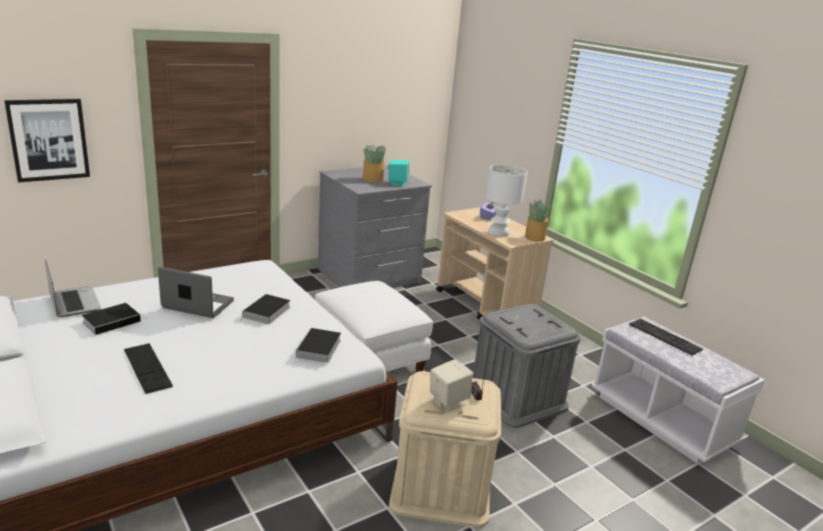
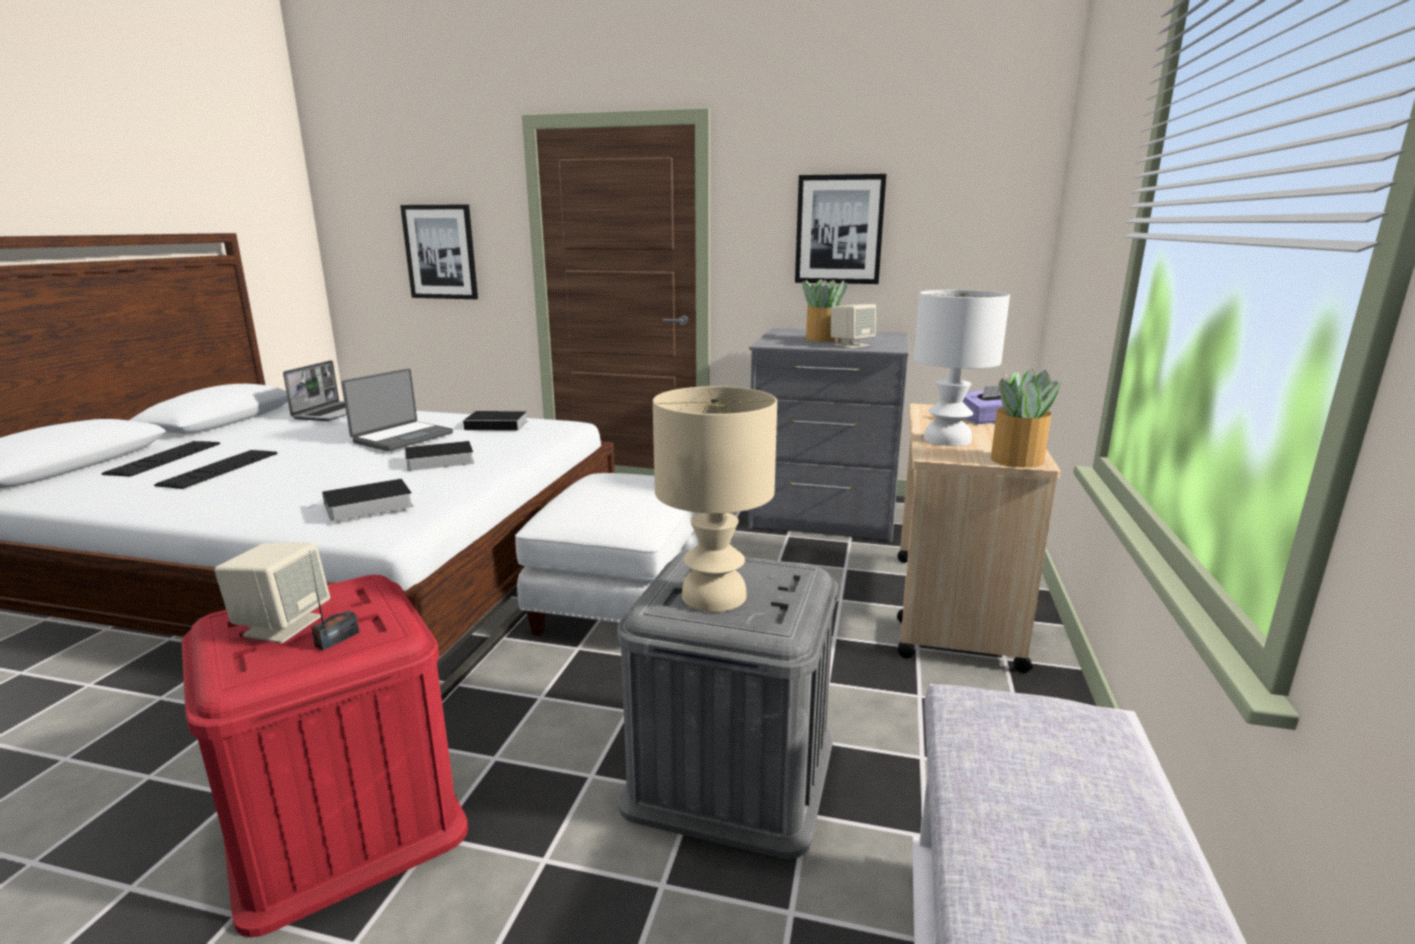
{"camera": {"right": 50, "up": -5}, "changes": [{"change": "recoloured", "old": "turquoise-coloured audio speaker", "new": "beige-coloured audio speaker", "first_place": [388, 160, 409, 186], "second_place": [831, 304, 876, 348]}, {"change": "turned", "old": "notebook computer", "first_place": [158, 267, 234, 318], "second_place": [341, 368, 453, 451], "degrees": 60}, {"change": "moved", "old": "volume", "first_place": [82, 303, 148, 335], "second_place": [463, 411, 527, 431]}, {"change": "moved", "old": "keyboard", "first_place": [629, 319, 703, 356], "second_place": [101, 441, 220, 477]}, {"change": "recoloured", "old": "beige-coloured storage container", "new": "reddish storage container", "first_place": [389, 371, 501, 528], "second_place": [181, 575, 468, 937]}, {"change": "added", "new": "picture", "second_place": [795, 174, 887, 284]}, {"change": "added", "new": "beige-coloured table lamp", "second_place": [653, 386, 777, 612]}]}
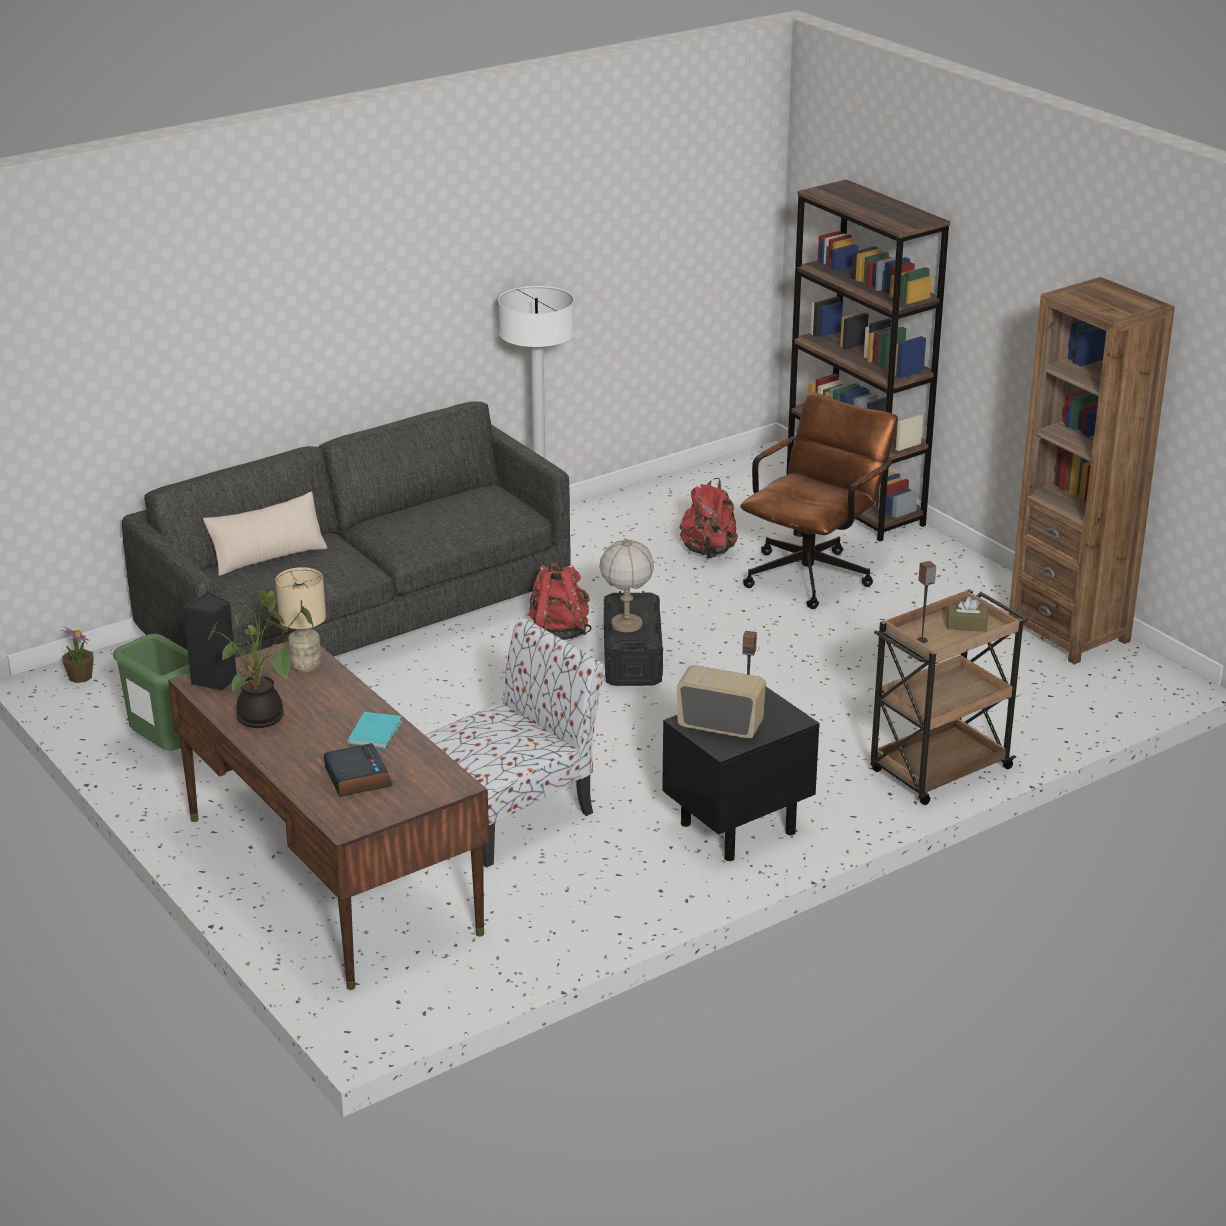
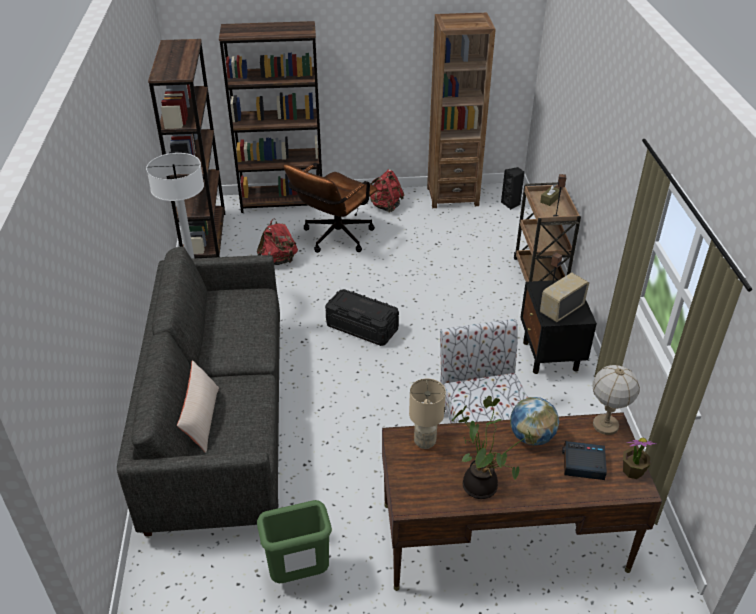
{"camera": {"right": -60, "up": 10}, "changes": [{"change": "turned", "old": "brownish computer chair", "first_place": [740, 392, 898, 609], "second_place": [283, 163, 377, 253], "degrees": -120}, {"change": "moved", "old": "table lamp", "first_place": [599, 539, 654, 632], "second_place": [593, 365, 640, 435]}, {"change": "moved", "old": "reddish backpack", "first_place": [528, 563, 591, 640], "second_place": [370, 169, 404, 212]}, {"change": "moved", "old": "blackish audio speaker", "first_place": [183, 592, 237, 691], "second_place": [501, 167, 525, 210]}, {"change": "moved", "old": "plant in a pot", "first_place": [62, 626, 94, 683], "second_place": [623, 438, 656, 479]}, {"change": "replaced", "old": "turquoise-coloured volume", "new": "globe", "first_place": [348, 712, 402, 749], "second_place": [510, 397, 559, 445]}, {"change": "added", "new": "brownish bookcase", "second_place": [148, 39, 225, 258]}]}
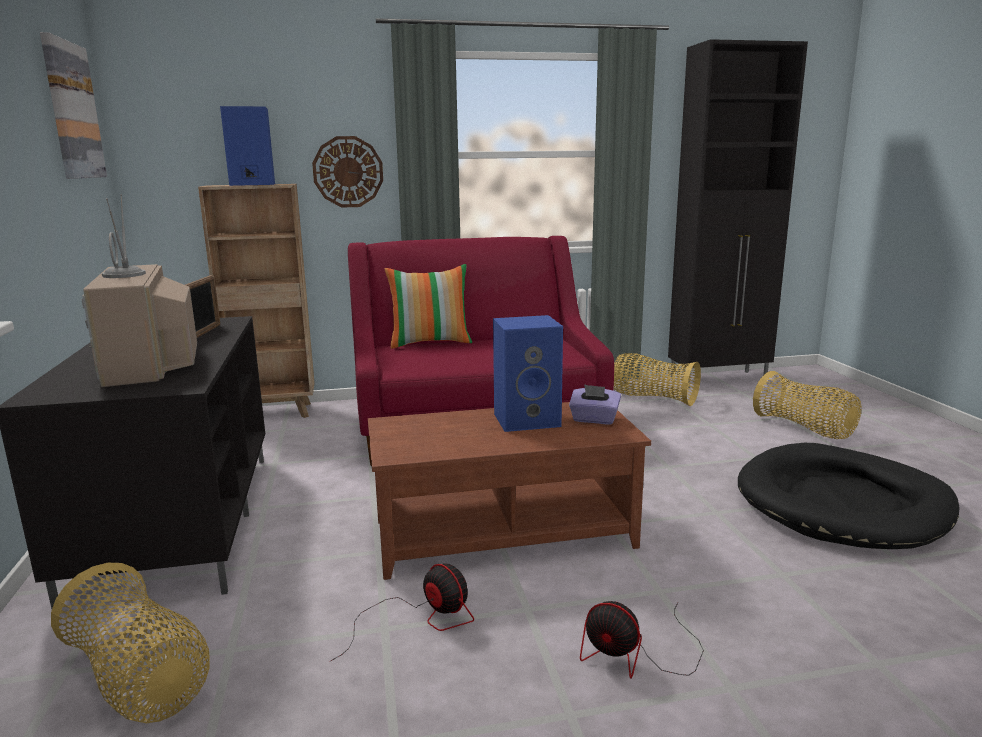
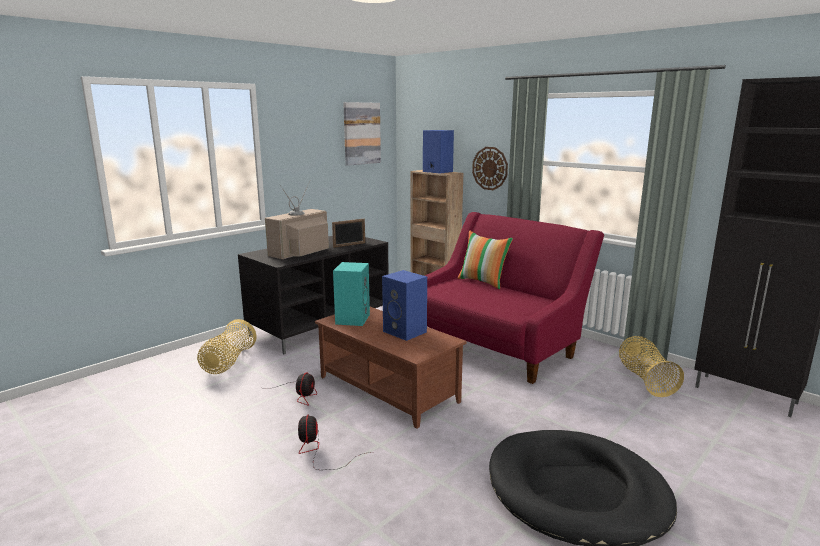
{"camera": {"right": 55, "up": 0}, "changes": [{"change": "removed", "old": "household basket", "first_place": [753, 371, 862, 439]}, {"change": "removed", "old": "purplish box of tissues", "first_place": [569, 384, 621, 424]}, {"change": "added", "new": "turquoise-coloured audio speaker", "second_place": [333, 262, 370, 326]}]}
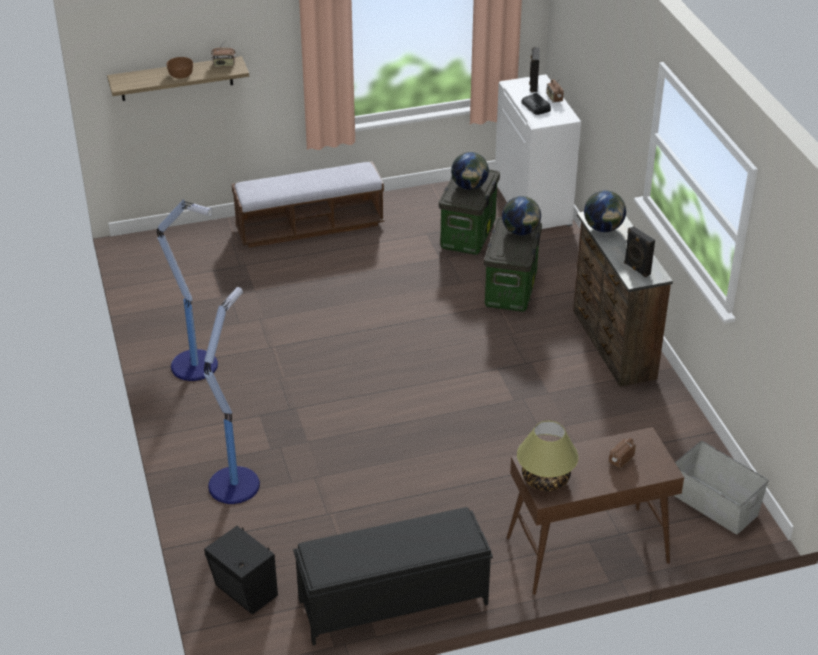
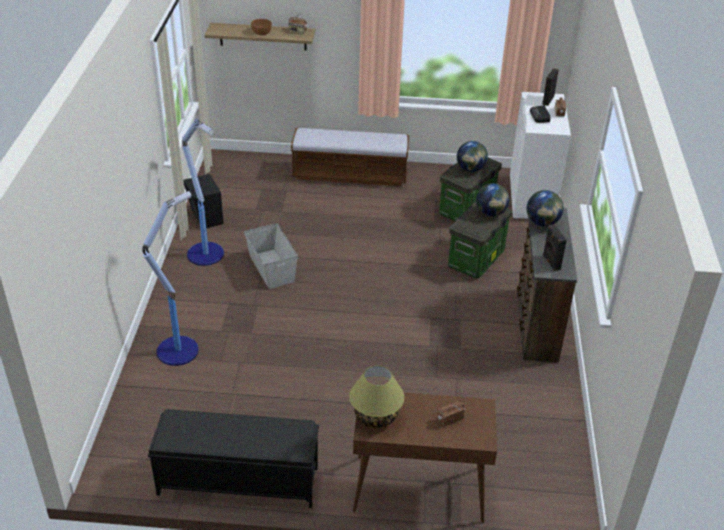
{"camera": {"right": 20, "up": 0}, "changes": [{"change": "moved", "old": "grey storage container", "first_place": [673, 441, 769, 535], "second_place": [244, 223, 298, 289]}, {"change": "moved", "old": "blackish audio speaker", "first_place": [204, 526, 278, 615], "second_place": [183, 174, 224, 228]}]}
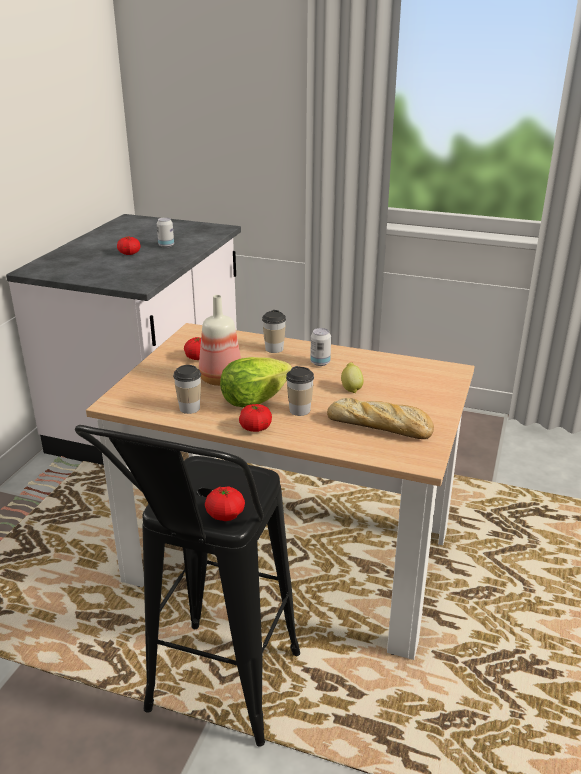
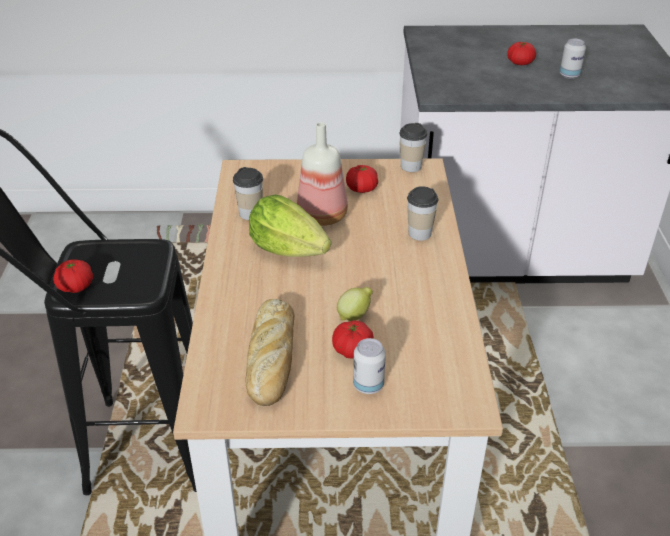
{"camera": {"right": 70, "up": 10}, "changes": [{"change": "moved", "old": "metal can", "first_place": [310, 328, 331, 366], "second_place": [353, 338, 386, 394]}, {"change": "moved", "old": "drinking cup", "first_place": [286, 366, 314, 416], "second_place": [399, 123, 427, 172]}, {"change": "moved", "old": "fresh tomato", "first_place": [239, 404, 272, 432], "second_place": [332, 320, 374, 359]}]}
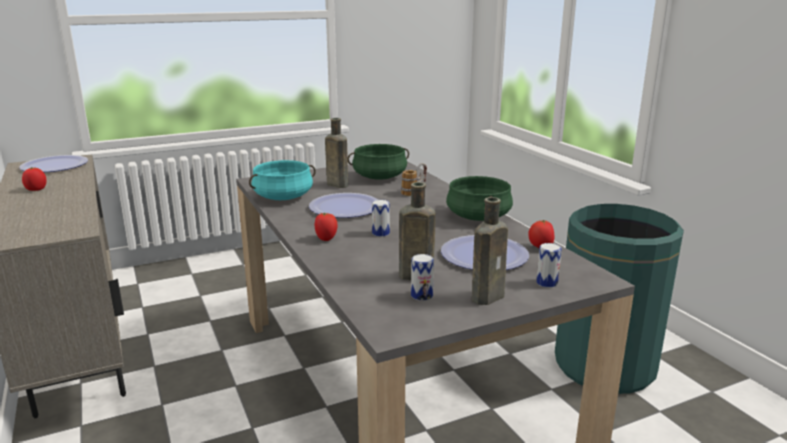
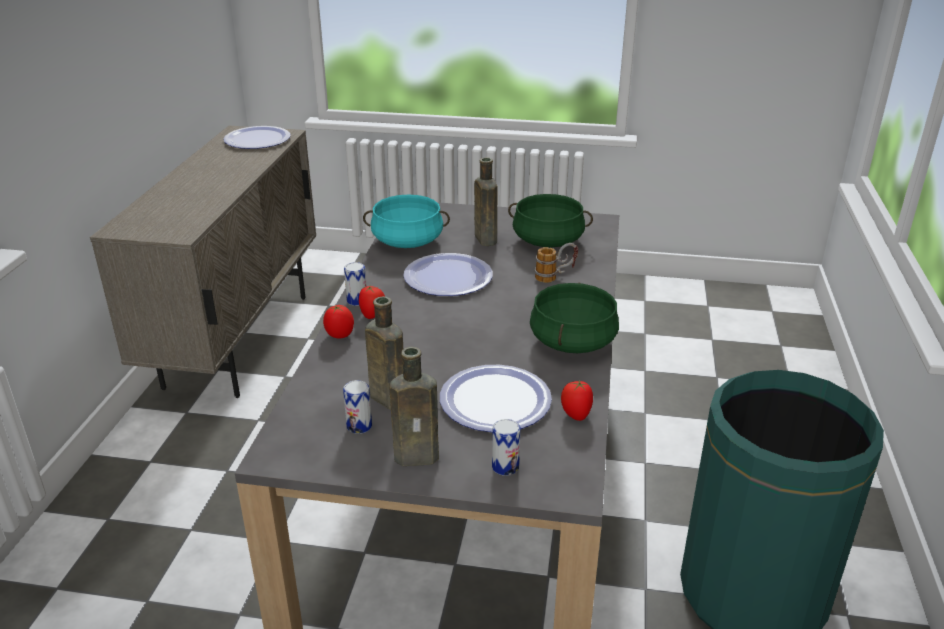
{"camera": {"right": 35, "up": 10}, "changes": [{"change": "moved", "old": "fresh tomato", "first_place": [22, 167, 47, 191], "second_place": [323, 305, 354, 338]}, {"change": "moved", "old": "metal can", "first_place": [372, 199, 390, 237], "second_place": [344, 262, 367, 306]}]}
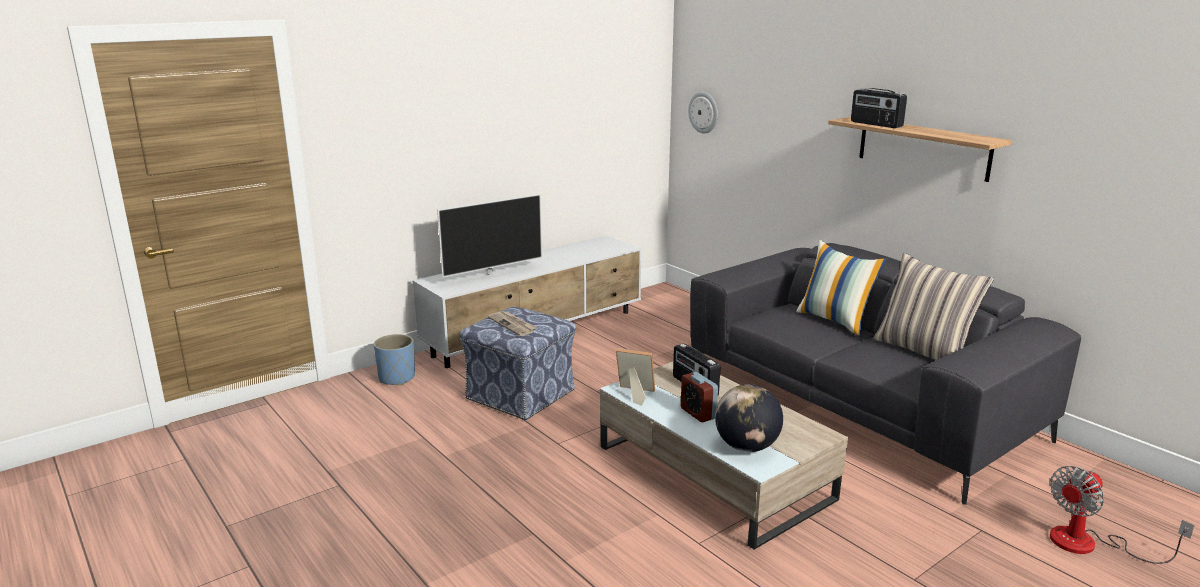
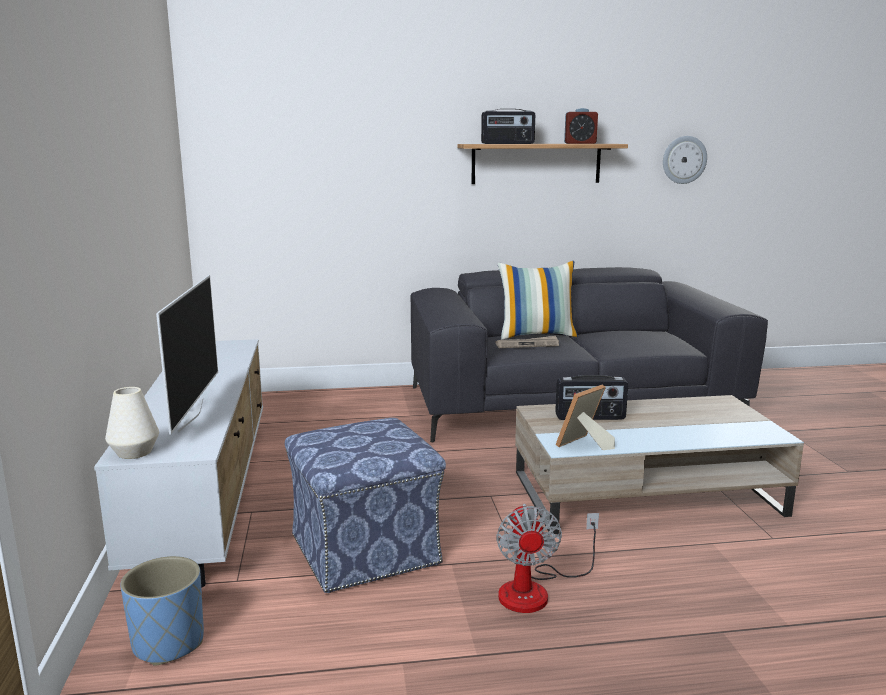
{"camera": {"right": -60, "up": -5}, "changes": [{"change": "moved", "old": "clock on the wall", "first_place": [688, 92, 718, 133], "second_place": [663, 136, 707, 184]}, {"change": "removed", "old": "pillow", "first_place": [873, 253, 994, 360]}, {"change": "moved", "old": "daily paper", "first_place": [488, 311, 537, 336], "second_place": [496, 336, 559, 348]}, {"change": "moved", "old": "bedside clock", "first_place": [681, 372, 718, 422], "second_place": [564, 108, 598, 144]}, {"change": "removed", "old": "globe", "first_place": [715, 384, 783, 452]}, {"change": "moved", "old": "fan", "first_place": [1050, 466, 1194, 564], "second_place": [496, 504, 599, 613]}, {"change": "added", "new": "whitish vase", "second_place": [105, 387, 159, 459]}]}
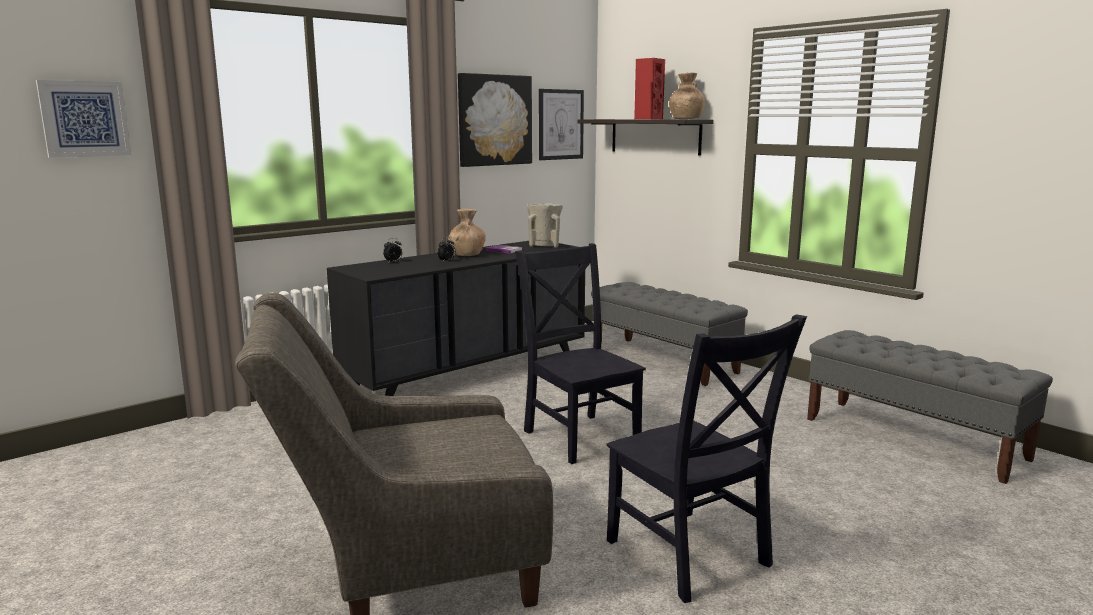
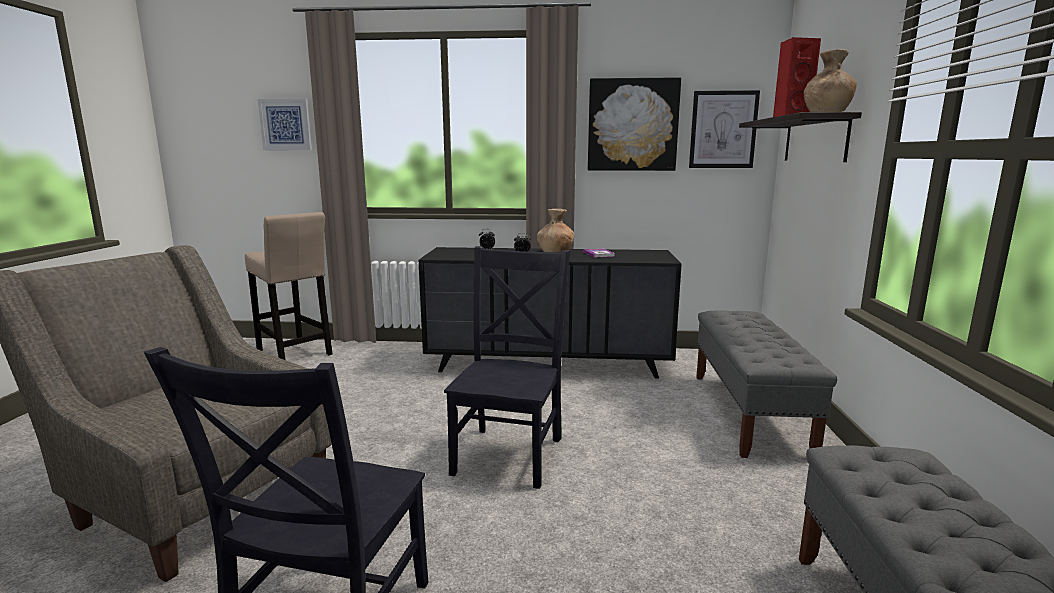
{"camera": {"right": 45, "up": 0}, "changes": [{"change": "removed", "old": "beige-coloured vase", "first_place": [527, 203, 563, 248]}, {"change": "added", "new": "beige-coloured sitting stool", "second_place": [245, 212, 333, 360]}]}
